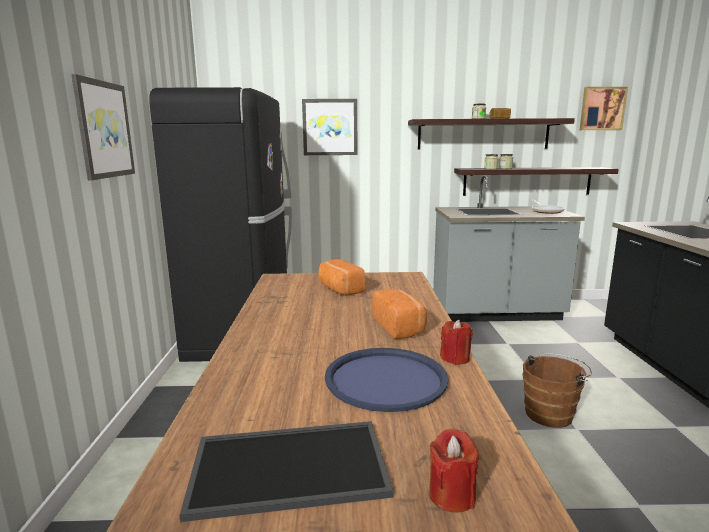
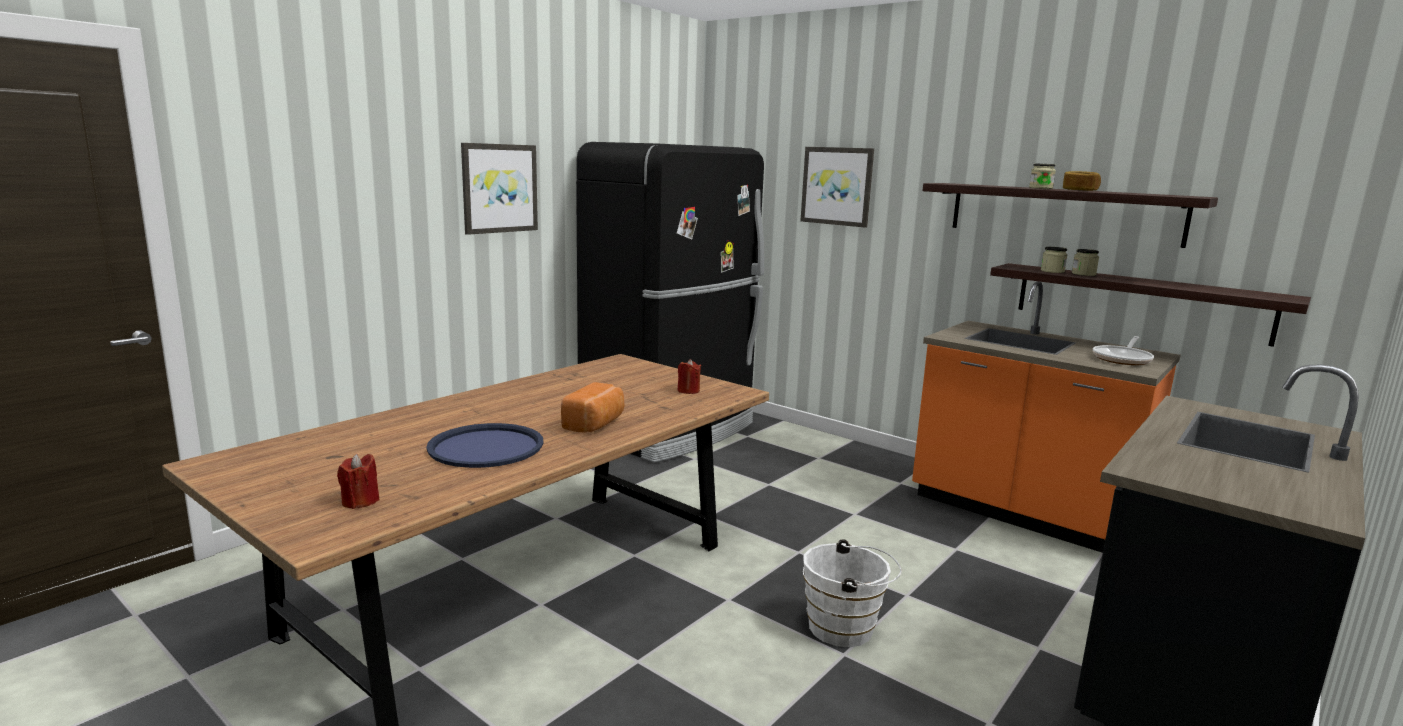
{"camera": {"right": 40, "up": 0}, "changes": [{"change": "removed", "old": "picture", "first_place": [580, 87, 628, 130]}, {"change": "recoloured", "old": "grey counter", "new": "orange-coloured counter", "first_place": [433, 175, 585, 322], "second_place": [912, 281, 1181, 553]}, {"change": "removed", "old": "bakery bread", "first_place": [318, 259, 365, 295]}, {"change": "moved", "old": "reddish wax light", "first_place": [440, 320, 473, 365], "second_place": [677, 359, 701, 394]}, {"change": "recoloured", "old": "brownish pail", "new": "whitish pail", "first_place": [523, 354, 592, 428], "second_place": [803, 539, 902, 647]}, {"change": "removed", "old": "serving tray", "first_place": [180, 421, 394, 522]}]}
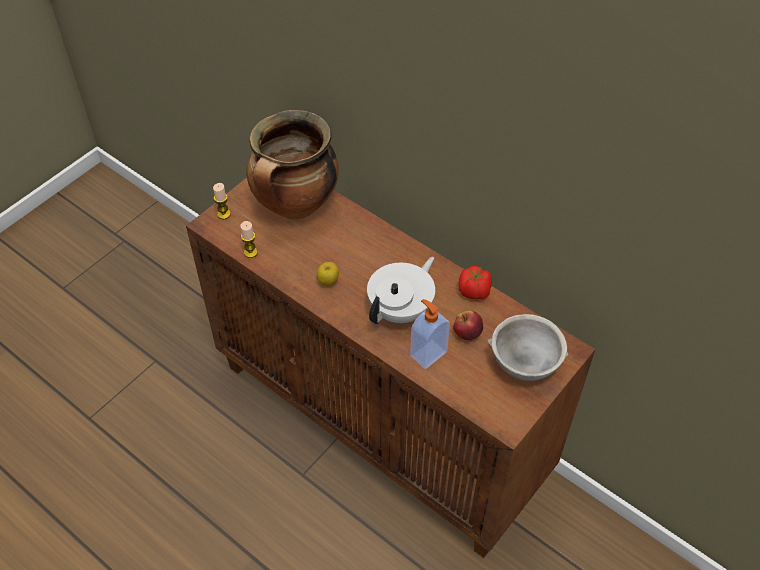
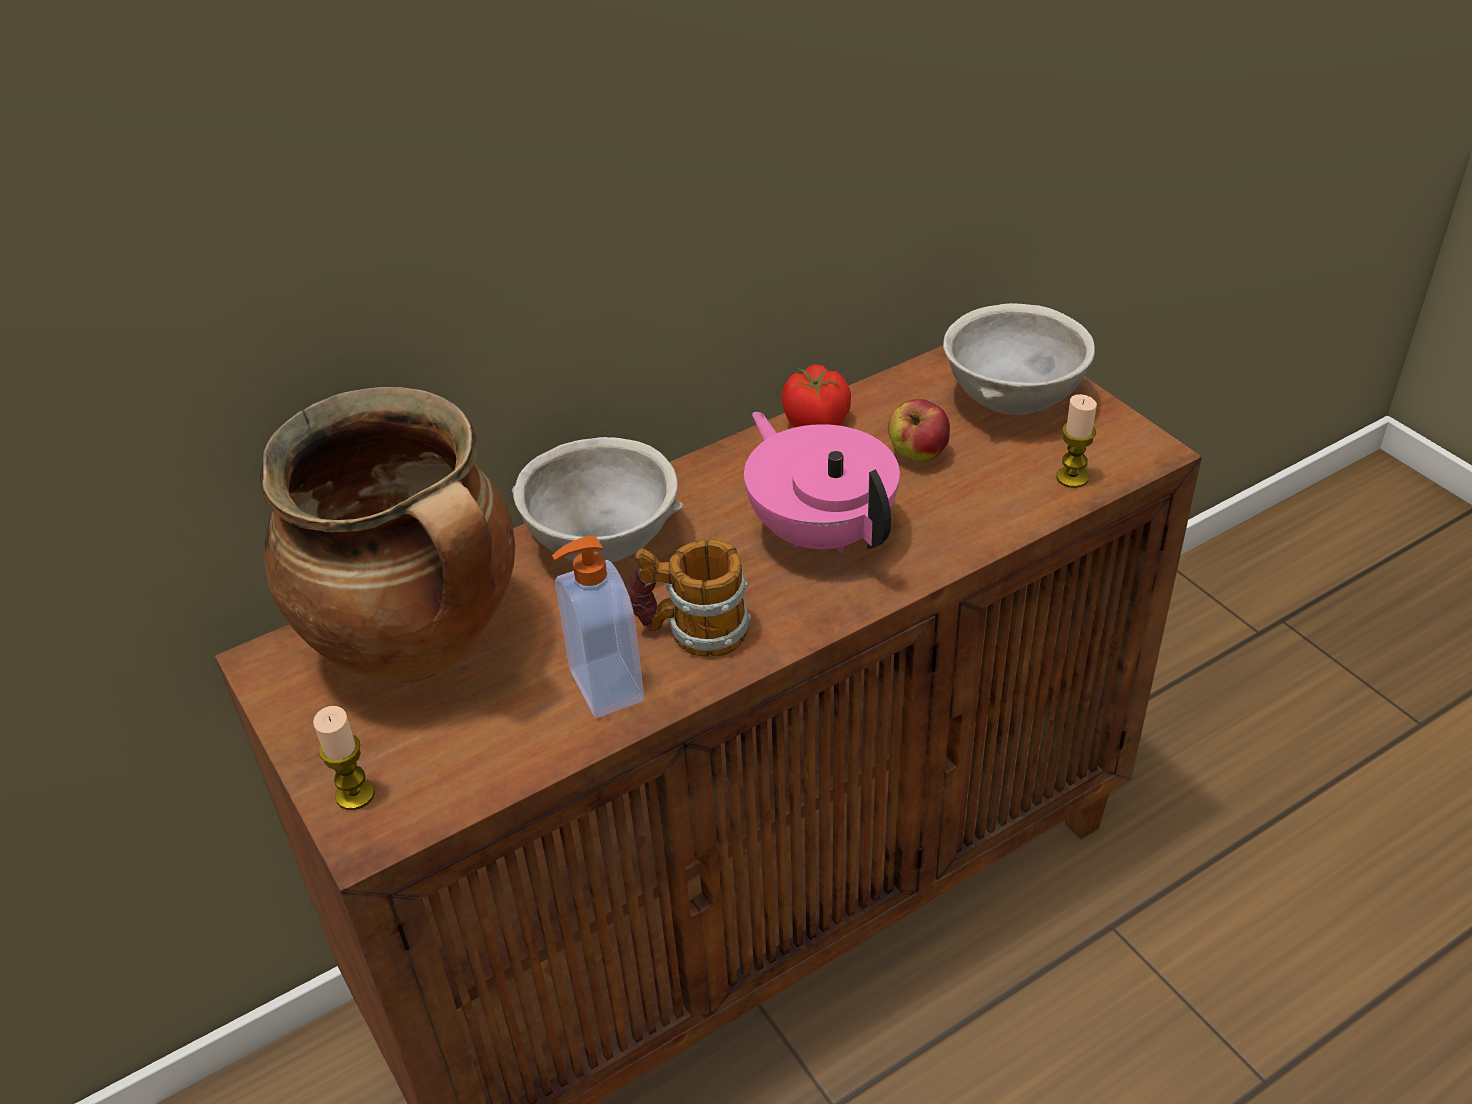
{"camera": {"right": -70, "up": -10}, "changes": [{"change": "moved", "old": "wax light", "first_place": [240, 221, 258, 258], "second_place": [1056, 394, 1097, 488]}, {"change": "recoloured", "old": "whitish pot for tea", "new": "pinkish pot for tea", "first_place": [367, 257, 435, 324], "second_place": [744, 412, 900, 553]}, {"change": "replaced", "old": "whole apple", "new": "tea mug", "first_place": [317, 262, 339, 286], "second_place": [628, 540, 751, 657]}, {"change": "moved", "old": "liquid soap bottle", "first_place": [410, 299, 450, 369], "second_place": [552, 536, 644, 718]}, {"change": "added", "new": "grey deep dish", "second_place": [512, 437, 683, 562]}]}
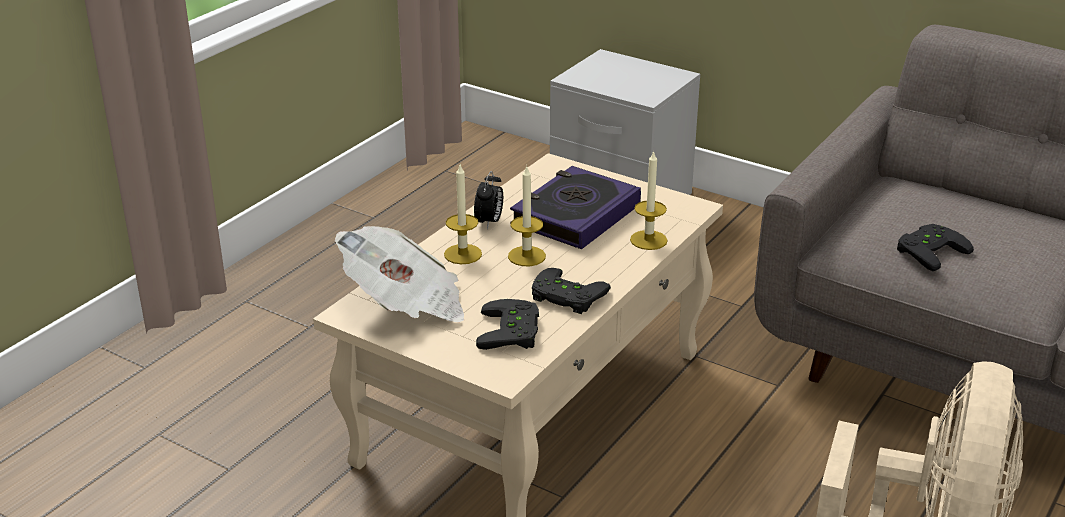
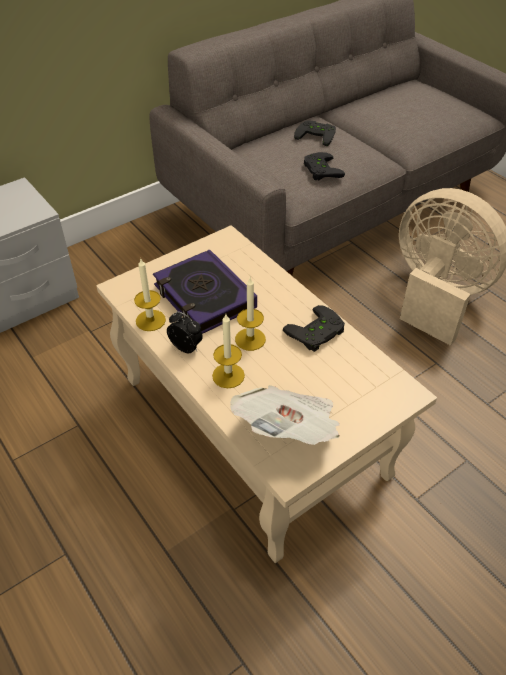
{"camera": {"right": -70, "up": 15}, "changes": [{"change": "moved", "old": "wax light", "first_place": [630, 150, 668, 250], "second_place": [134, 259, 166, 331]}, {"change": "moved", "old": "blackish gamepad", "first_place": [476, 299, 539, 350], "second_place": [294, 120, 336, 146]}]}
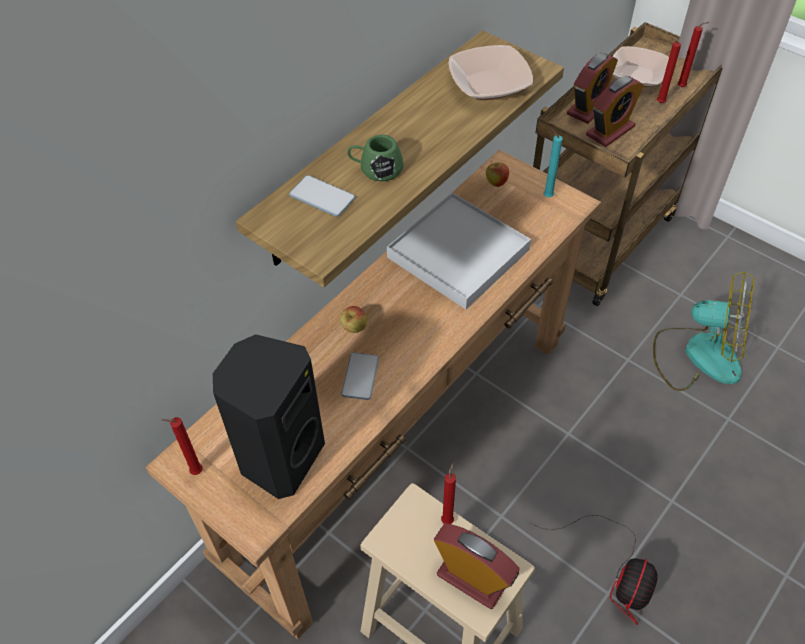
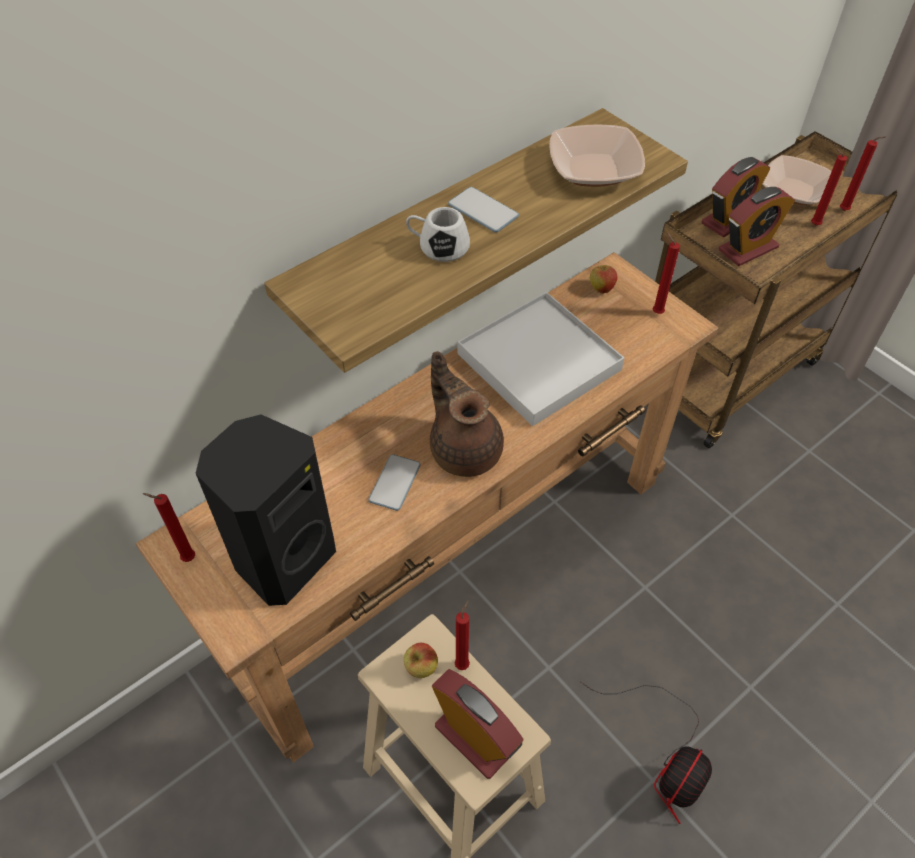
{"camera": {"right": 10, "up": 0}, "changes": [{"change": "recoloured", "old": "turquoise-coloured wax light", "new": "reddish wax light", "first_place": [543, 128, 563, 197], "second_place": [652, 233, 680, 314]}, {"change": "recoloured", "old": "green tea mug", "new": "whitish tea mug", "first_place": [347, 135, 404, 181], "second_place": [406, 207, 470, 262]}, {"change": "moved", "old": "telephone", "first_place": [289, 175, 355, 217], "second_place": [448, 187, 519, 233]}, {"change": "removed", "old": "fan", "first_place": [653, 271, 755, 391]}, {"change": "moved", "old": "whole apple", "first_place": [340, 306, 367, 333], "second_place": [404, 643, 438, 678]}, {"change": "added", "new": "brownish pot for tea", "second_place": [430, 351, 504, 477]}]}
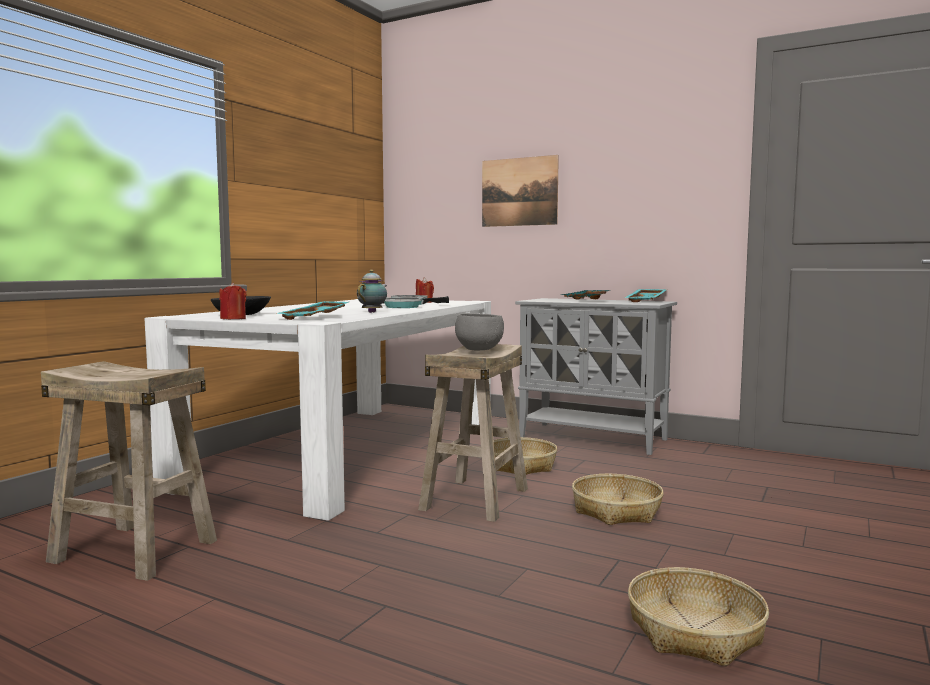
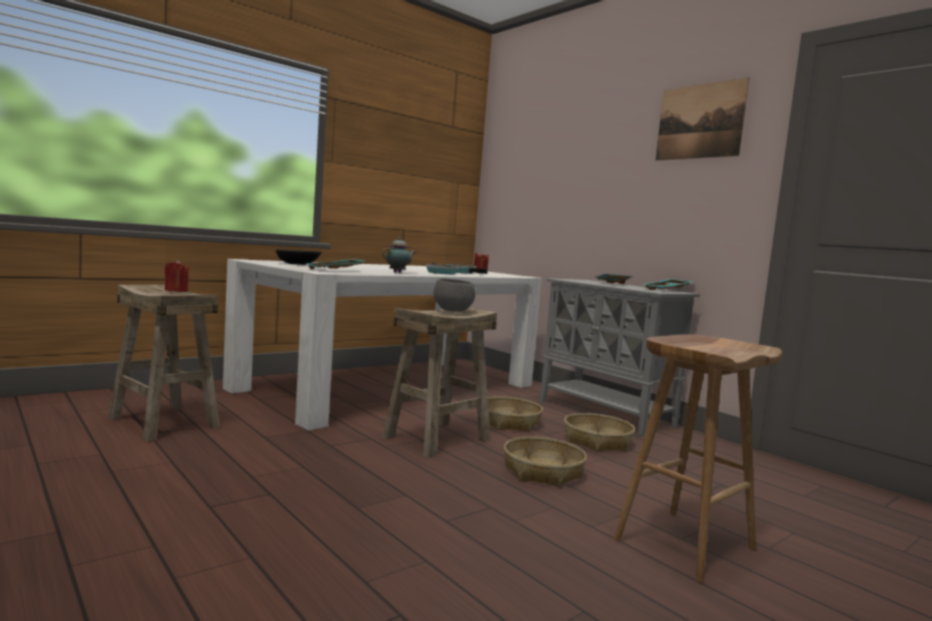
{"camera": {"right": 20, "up": 0}, "changes": [{"change": "moved", "old": "picture", "first_place": [482, 155, 559, 227], "second_place": [656, 77, 749, 161]}, {"change": "moved", "old": "reddish wax light", "first_place": [219, 283, 246, 319], "second_place": [165, 260, 189, 292]}, {"change": "moved", "old": "household basket", "first_place": [628, 567, 769, 666], "second_place": [564, 413, 635, 452]}, {"change": "added", "new": "brownish sitting stool", "second_place": [614, 334, 782, 583]}]}
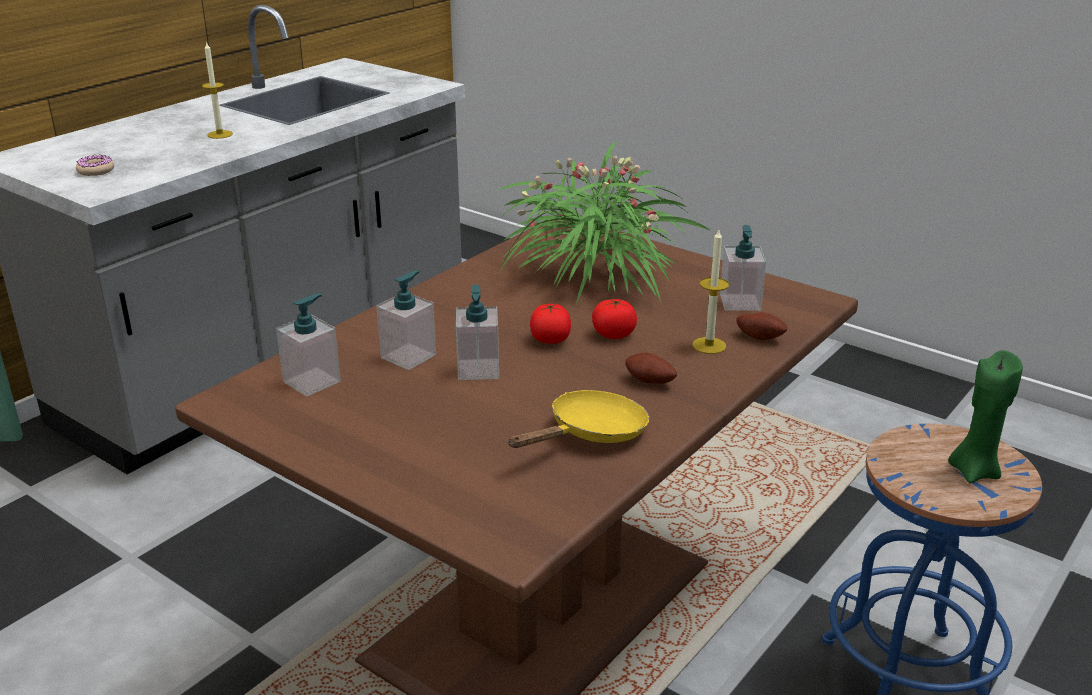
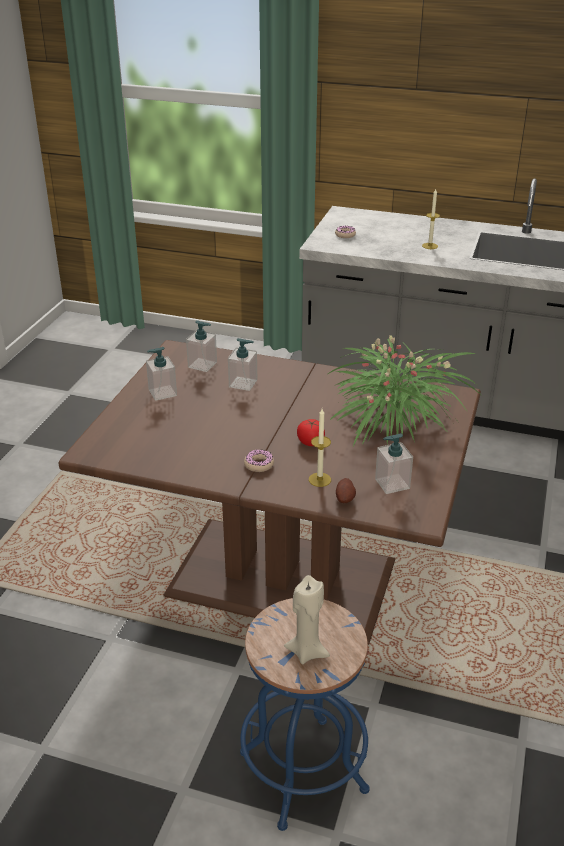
{"camera": {"right": 70, "up": 5}, "changes": [{"change": "moved", "old": "liquid soap bottle", "first_place": [456, 284, 499, 380], "second_place": [146, 347, 177, 401]}, {"change": "removed", "old": "fresh tomato", "first_place": [530, 303, 571, 344]}, {"change": "recoloured", "old": "green wax light", "new": "beige-coloured wax light", "first_place": [948, 350, 1023, 483], "second_place": [284, 575, 330, 664]}, {"change": "replaced", "old": "spud", "new": "donut", "first_place": [625, 352, 677, 384], "second_place": [244, 450, 274, 472]}, {"change": "removed", "old": "yellow frying pan", "first_place": [508, 390, 649, 448]}]}
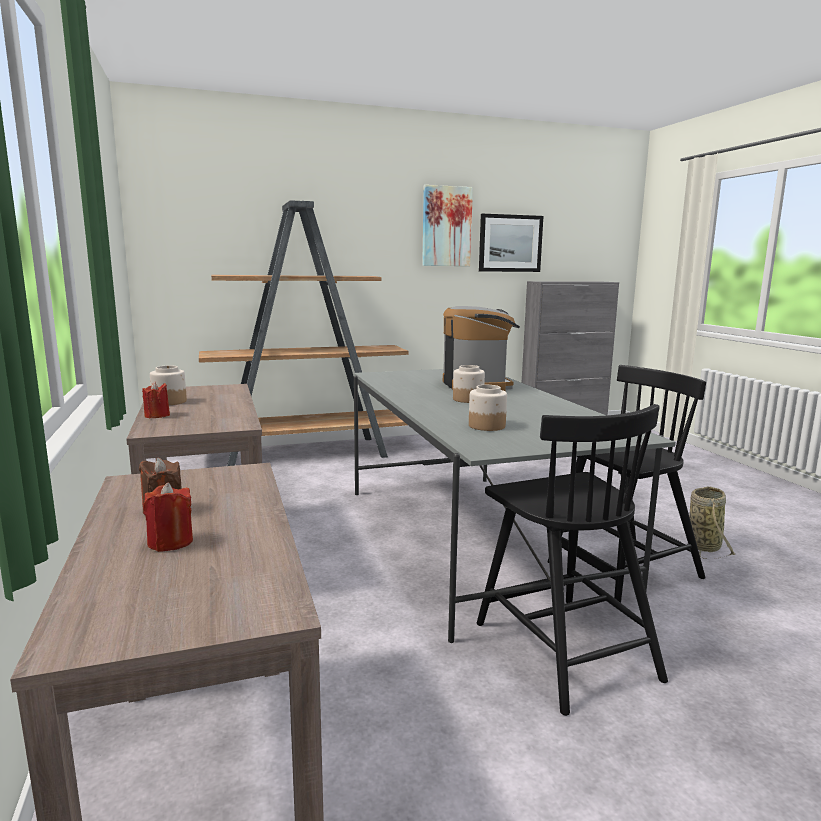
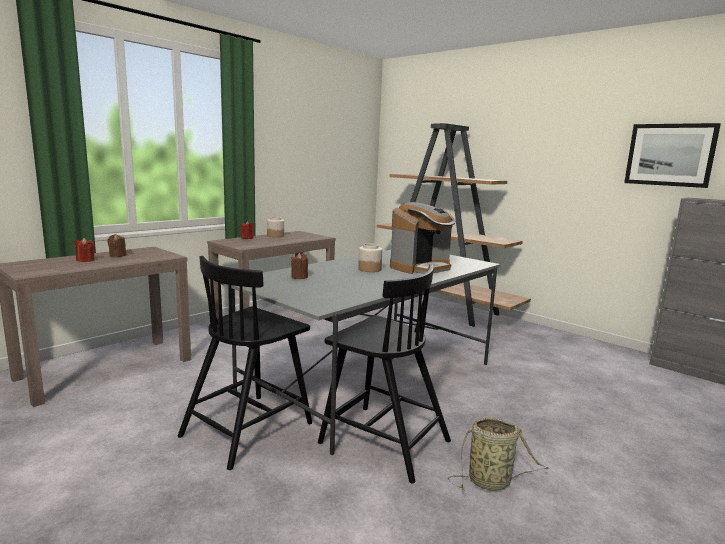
{"camera": {"right": 60, "up": 0}, "changes": [{"change": "removed", "old": "picture", "first_place": [422, 185, 473, 266]}, {"change": "replaced", "old": "preserve jar", "new": "brownish wax light", "first_place": [469, 385, 507, 431], "second_place": [291, 253, 308, 279]}]}
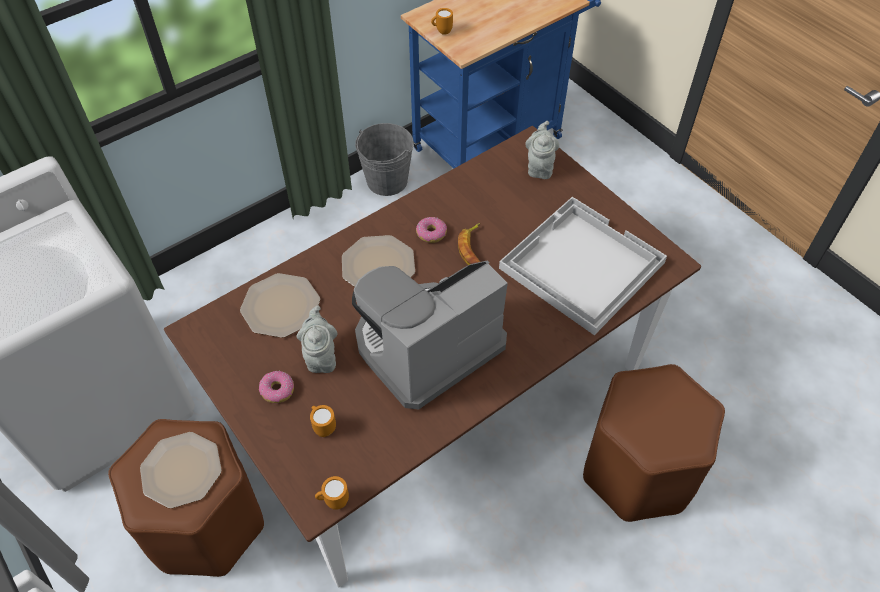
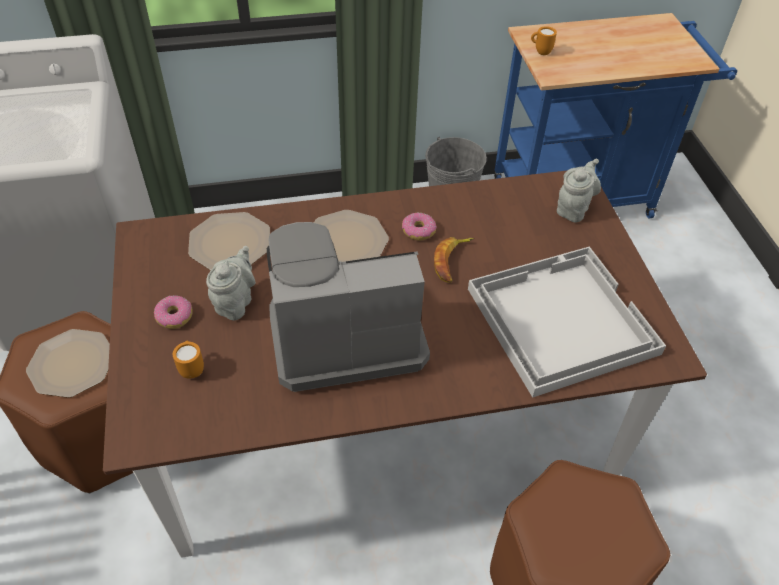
{"camera": {"right": 25, "up": -5}, "changes": [{"change": "removed", "old": "orange-coloured tea mug", "first_place": [315, 476, 349, 510]}]}
